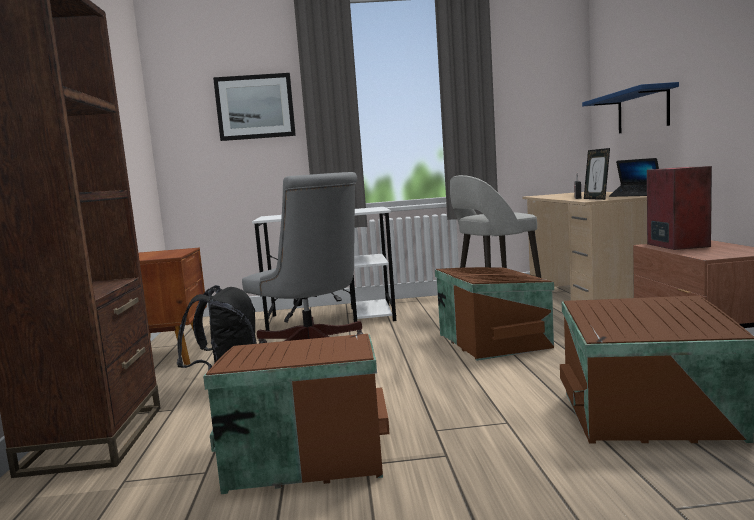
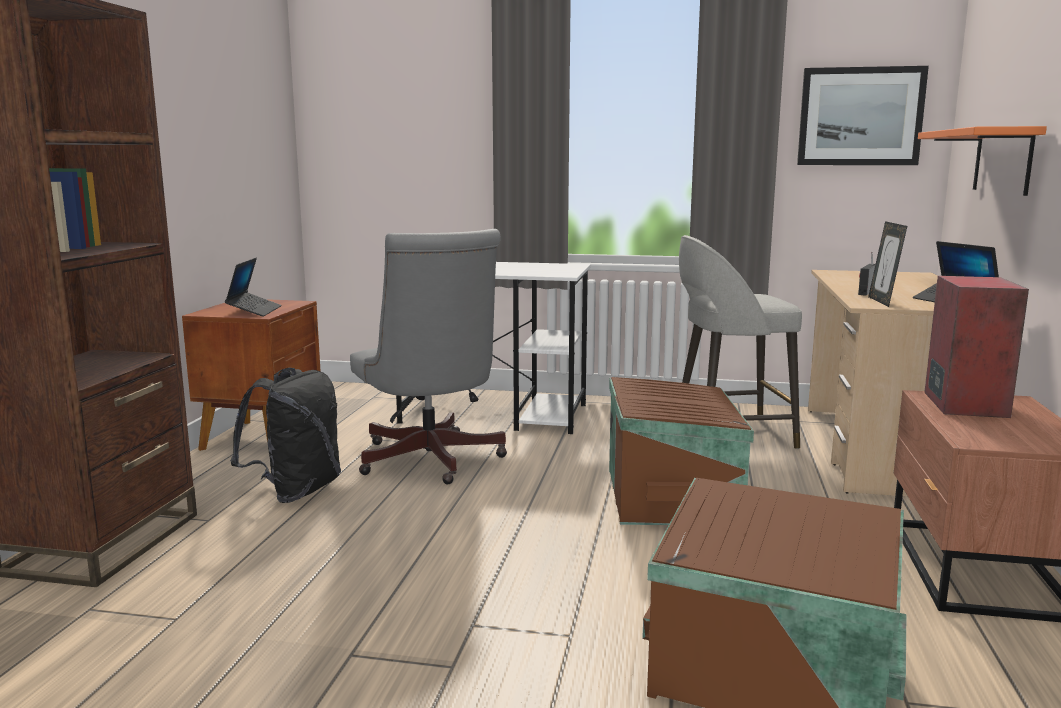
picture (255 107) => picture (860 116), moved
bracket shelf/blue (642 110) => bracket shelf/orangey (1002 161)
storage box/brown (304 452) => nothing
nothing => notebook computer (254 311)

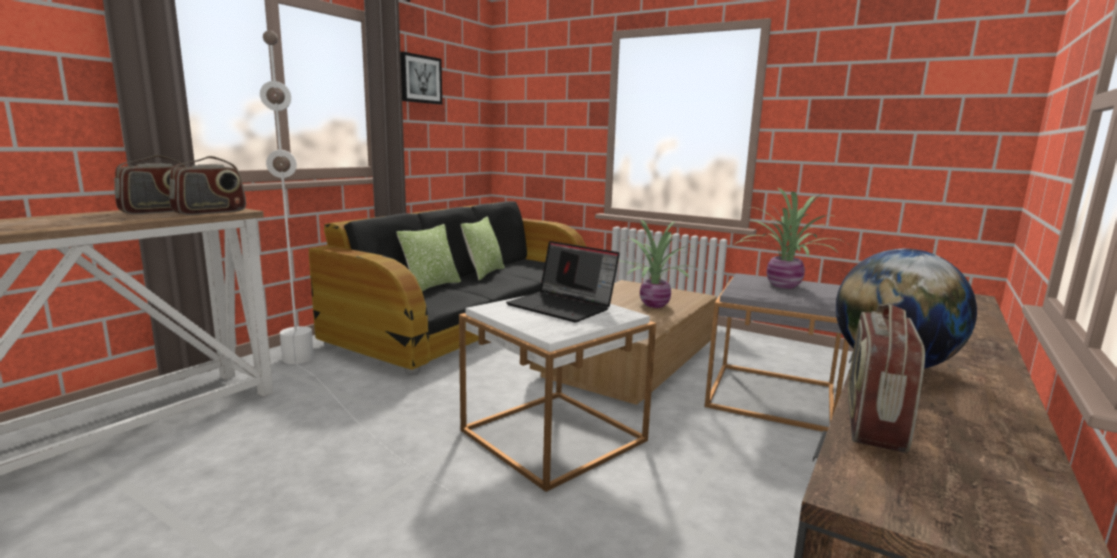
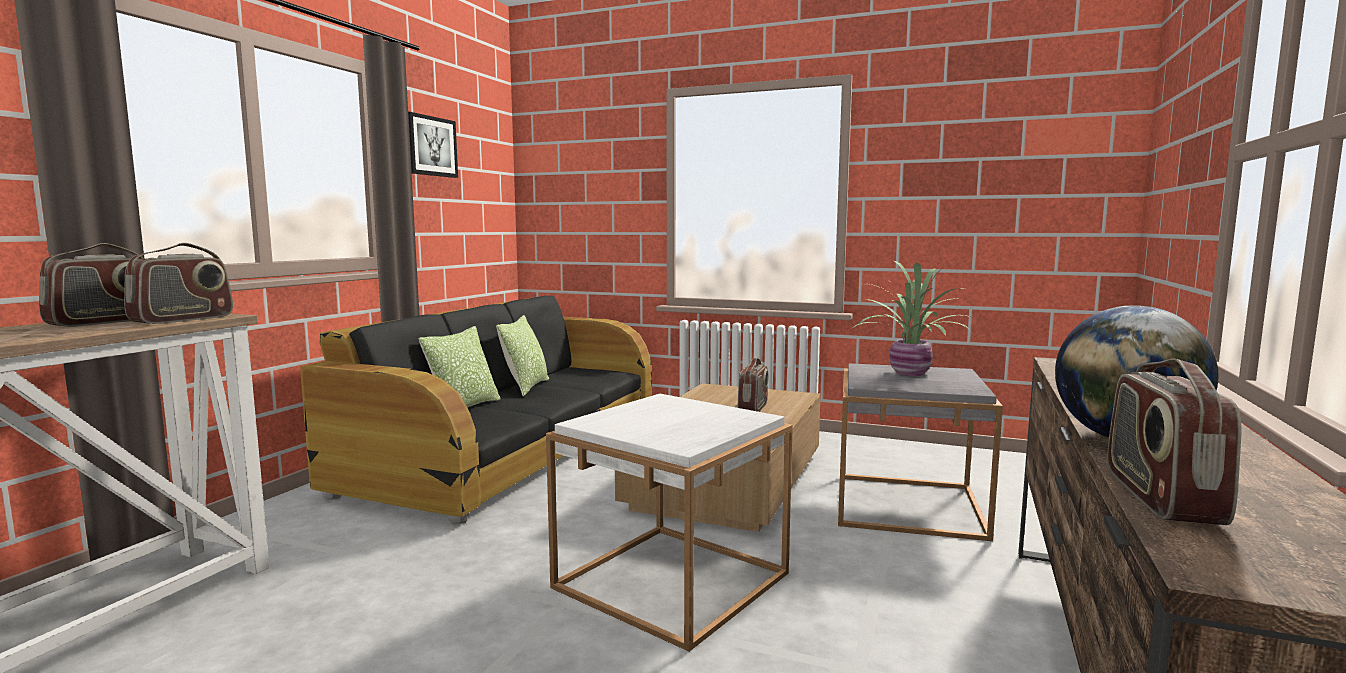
standing lamp/whitish (325 385) => nothing
potted plant (652 304) => radio (753 408)
notebook computer (563 306) => nothing

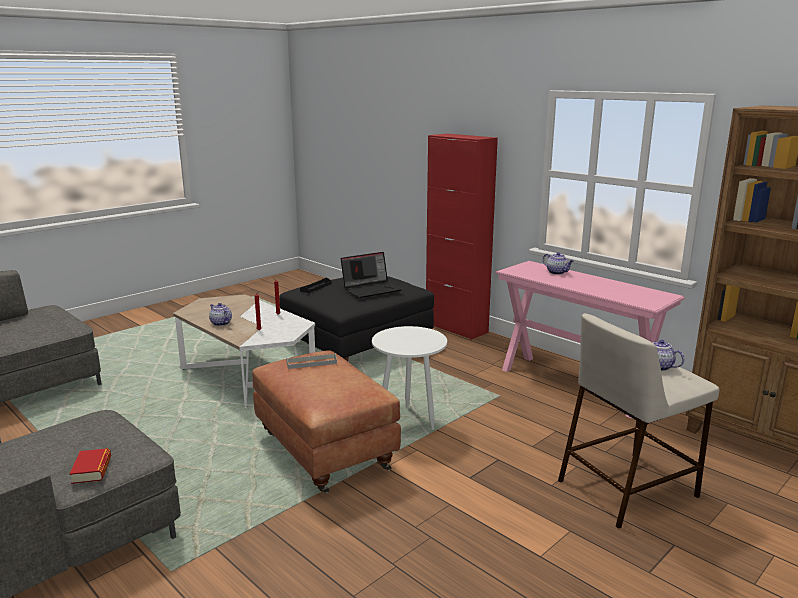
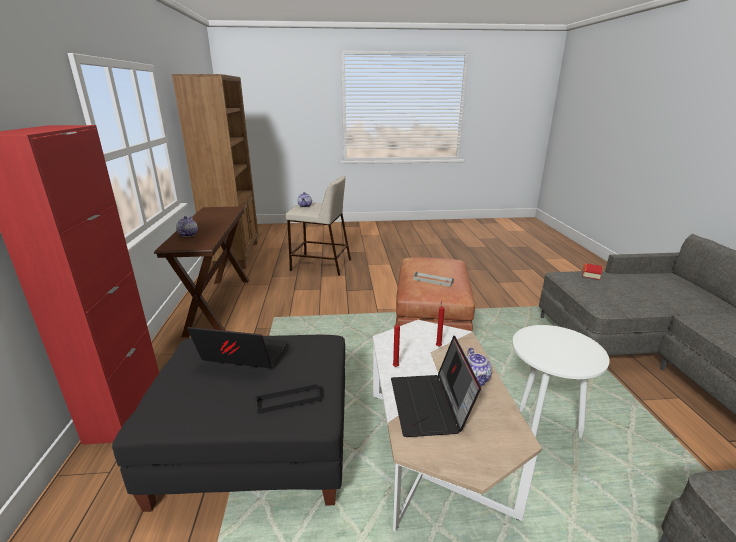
console table/pink (575 384) => console table/brown (219 305)
accent table/whitish (409 423) => accent table/whitish (540 432), moved
nothing => notebook computer (430 406)

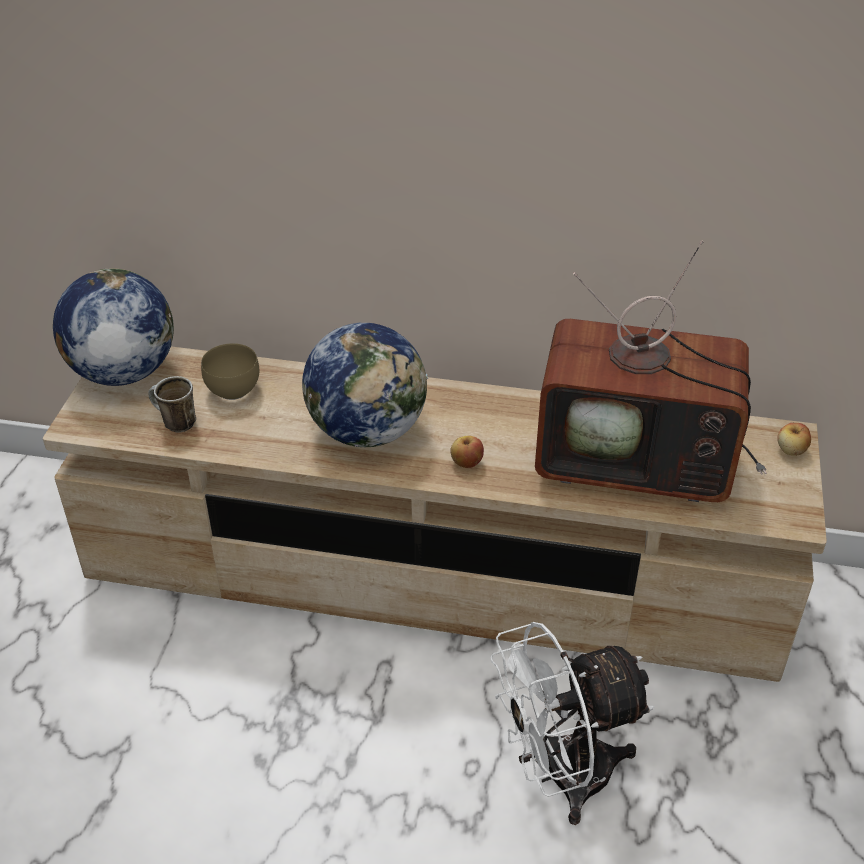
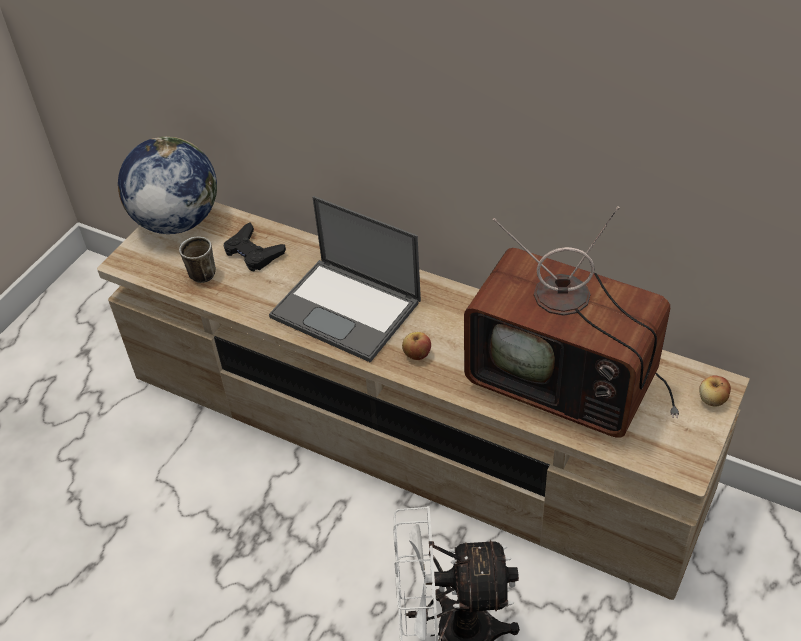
desk globe (368 430) => notebook computer (347 309)
bowl/brown (231 390) => joypad/black (253 252)

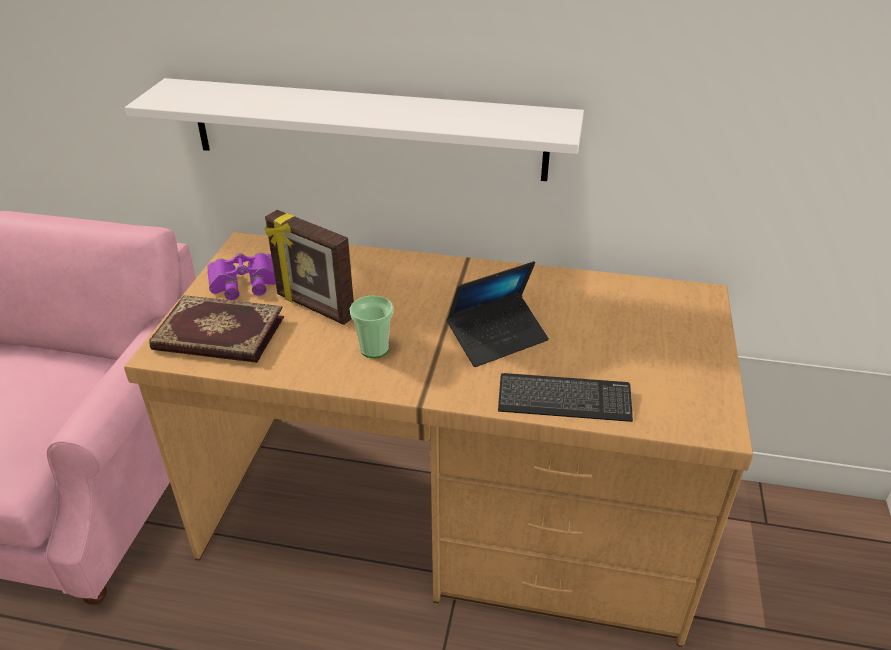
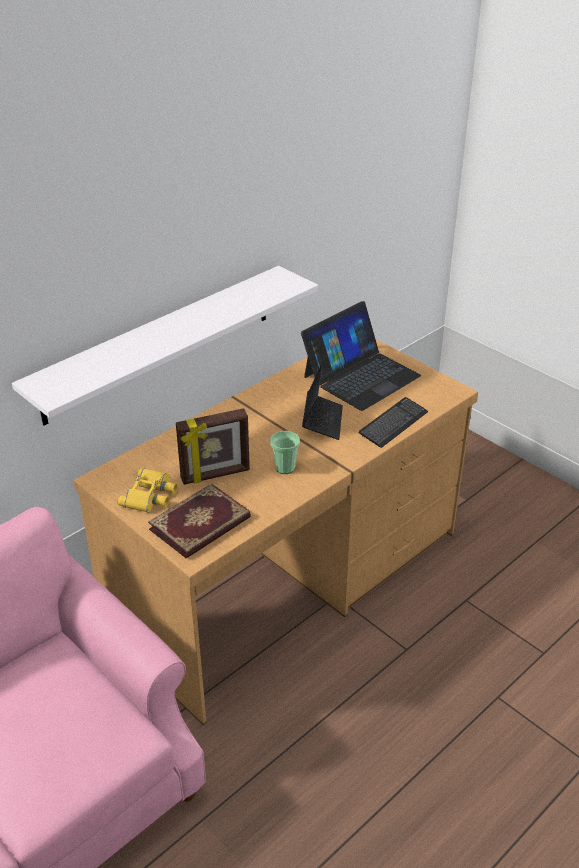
binoculars/purple (244 283) => binoculars/yellow-coloured (151 495)
nothing => notebook computer (361 376)

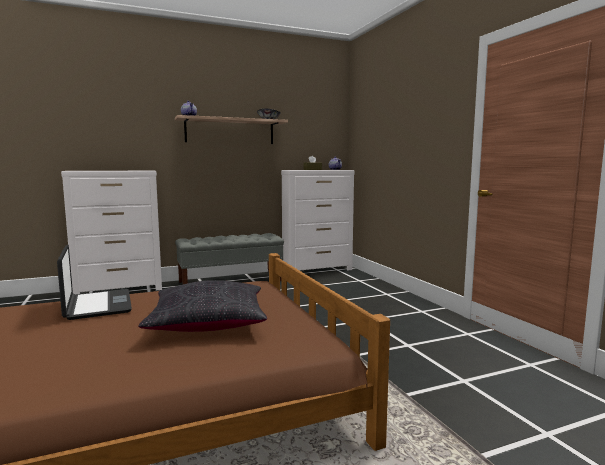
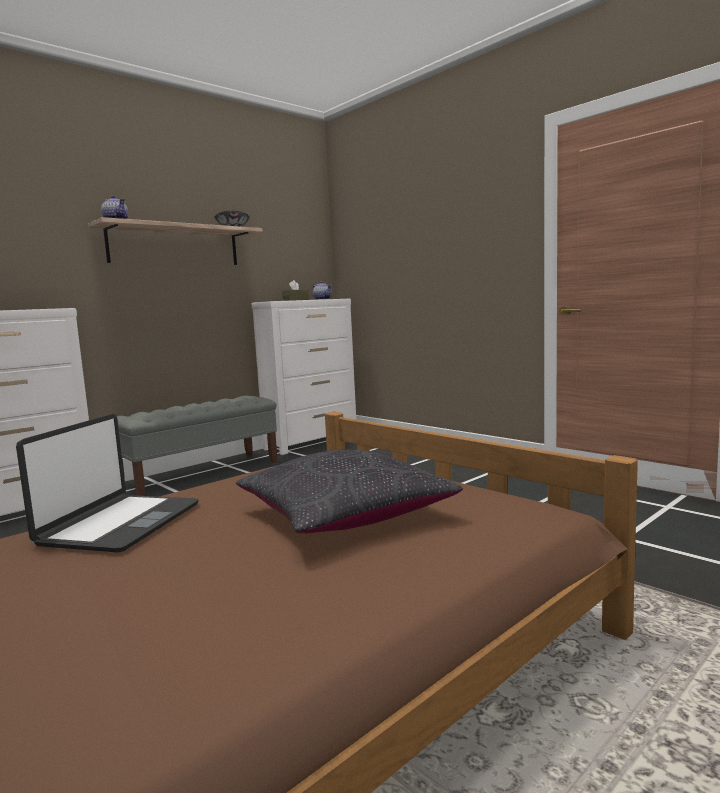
notebook computer (97 305) => notebook computer (120 524), 60 degrees clockwise

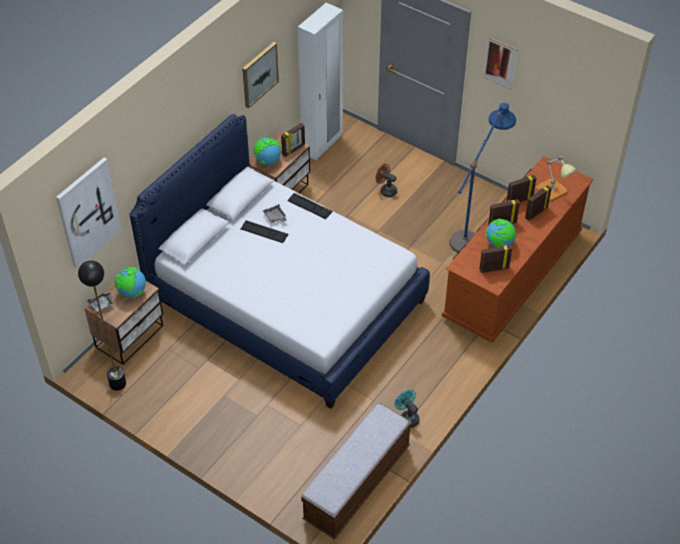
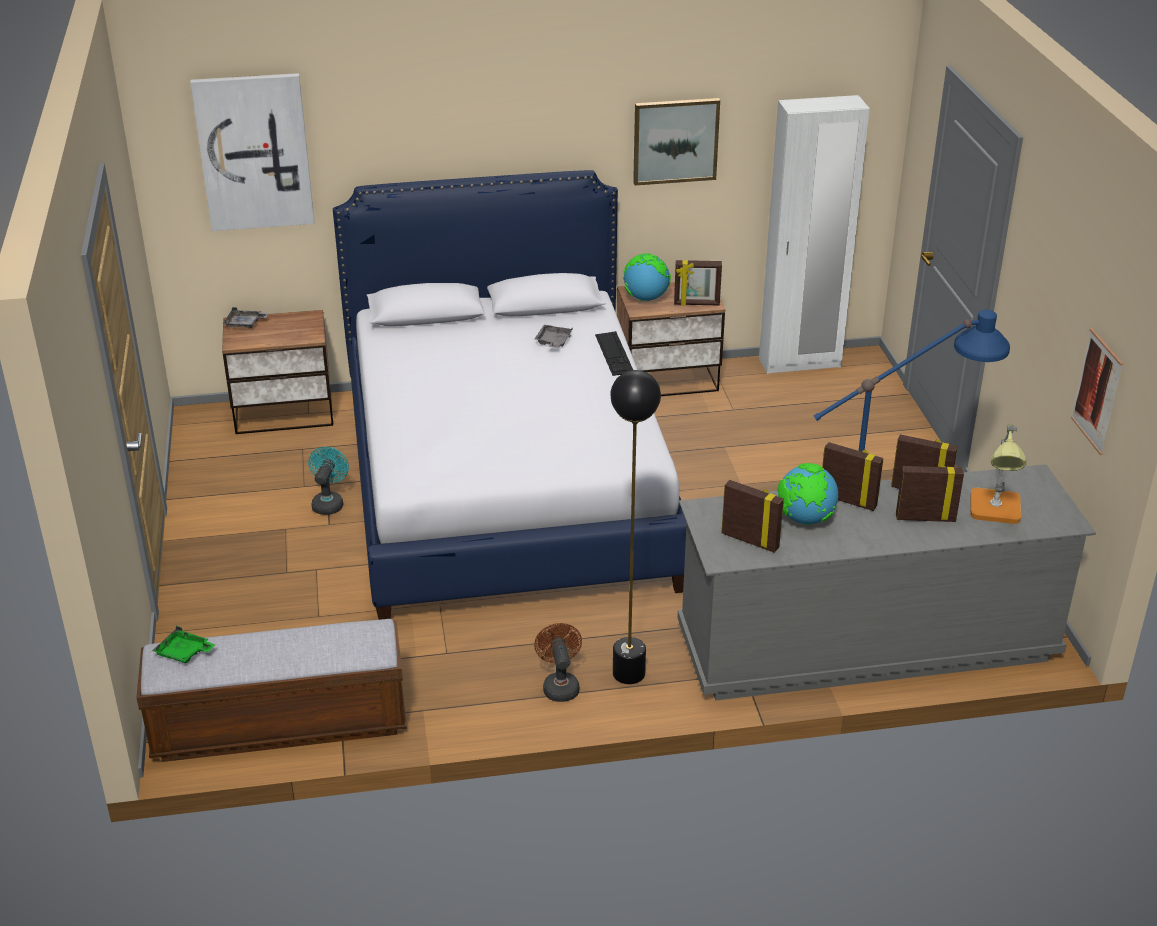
picture (500 63) => picture (1097 391), moved
drawer chest/brown (512 275) => drawer chest/grey (866 644)
cooling fan/brown (386 190) => cooling fan/brown (559 685), moved
keyboard (264 232) => nothing
standing lamp/black (118 383) => standing lamp/black (628 673), moved
desk globe (132 292) => nothing
cooling fan/turquoise-coloured (407 417) => cooling fan/turquoise-coloured (329 503), moved
nothing => serving tray/green-coloured (184 653)

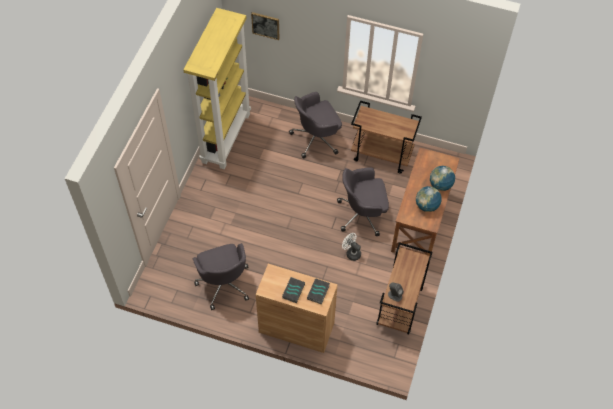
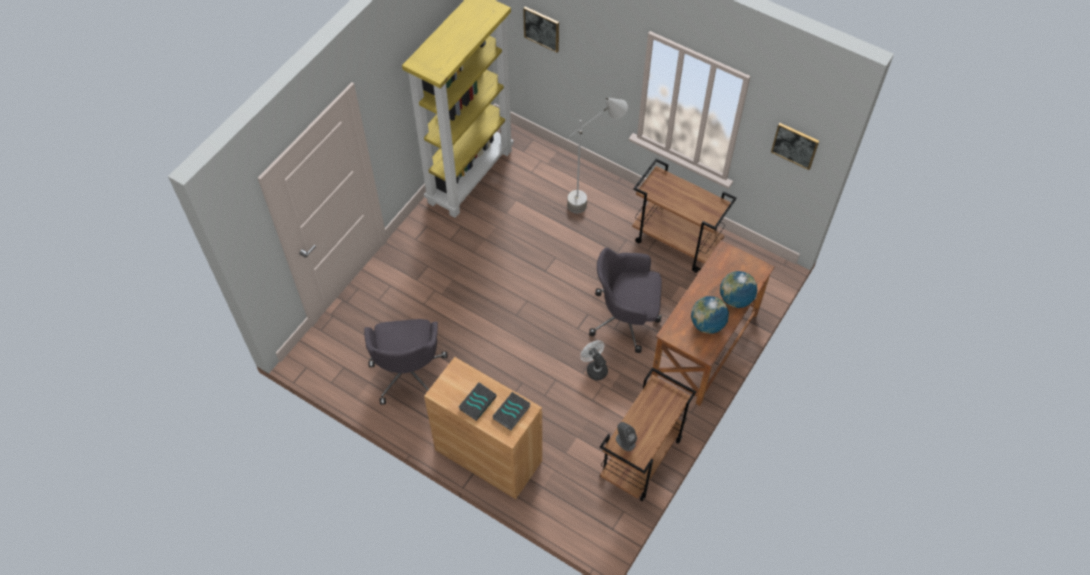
computer chair/grey (316 138) => standing lamp/grey (592 201)
nothing => picture (795 145)

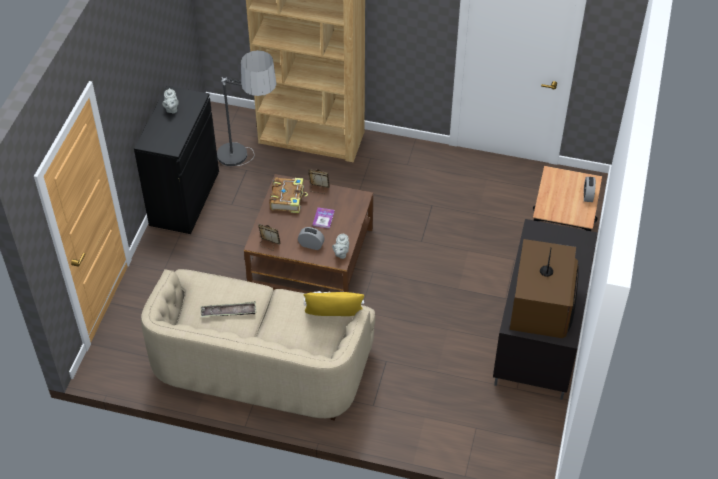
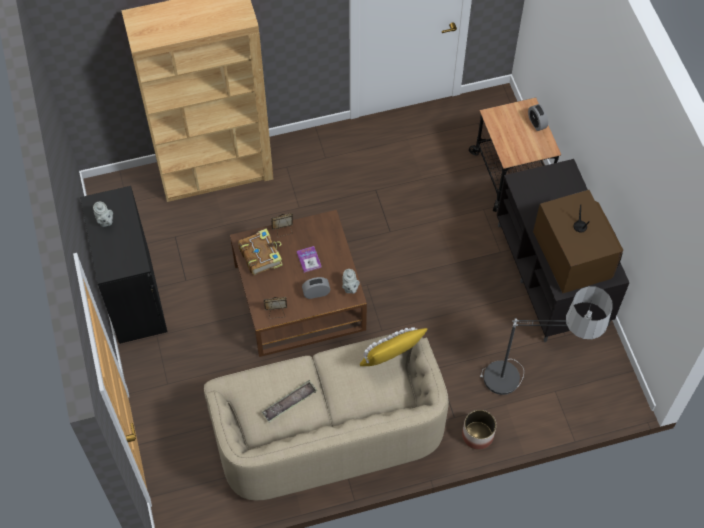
standing lamp (249 168) => standing lamp (530 384), moved
nothing => plant pot (477 435)

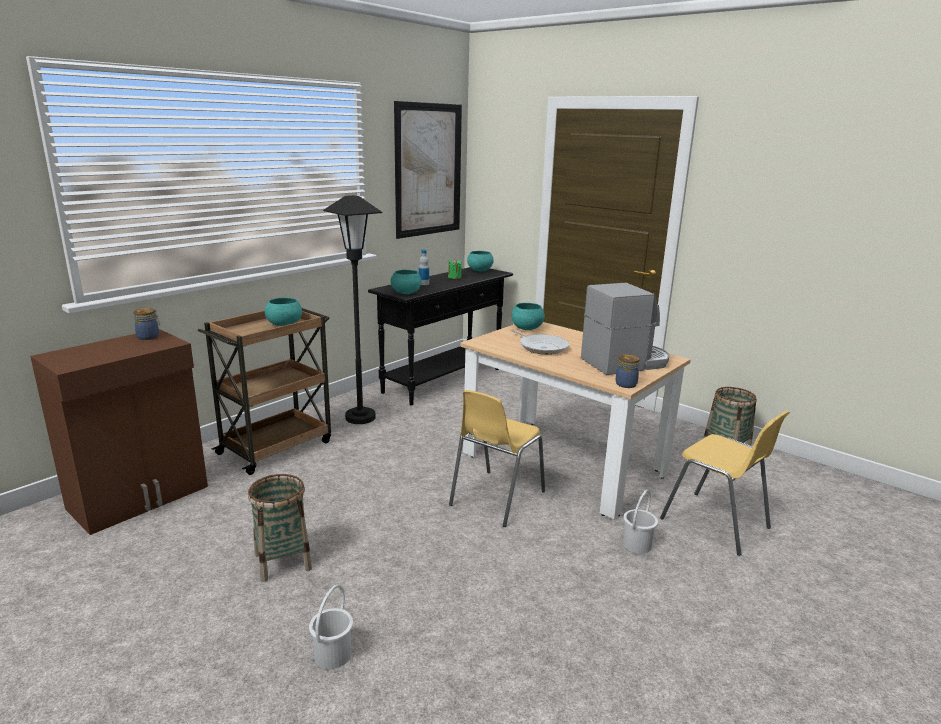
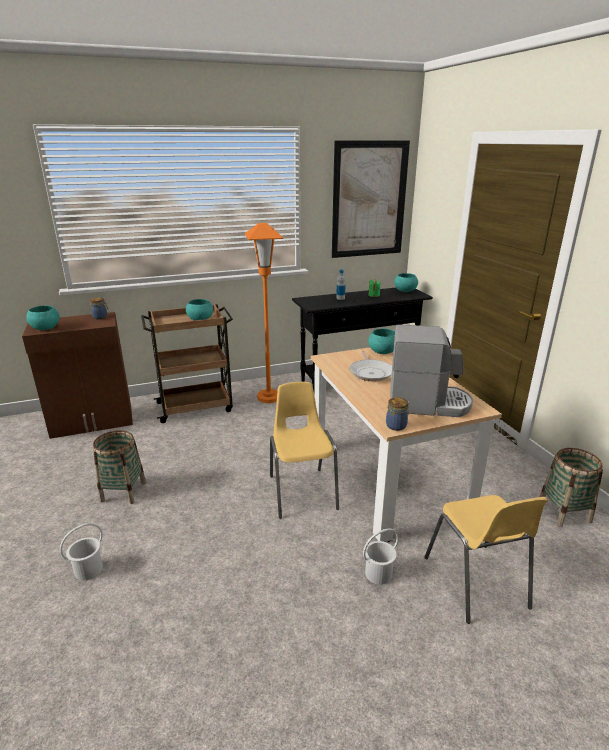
standing lamp/black (360 417) => standing lamp/orangey (269 397)
bowl/turquoise-coloured (406 293) => bowl/turquoise-coloured (45 328), moved
upright chair/yellow-coloured (495 498) => upright chair/yellow-coloured (302 491), 105 degrees clockwise

